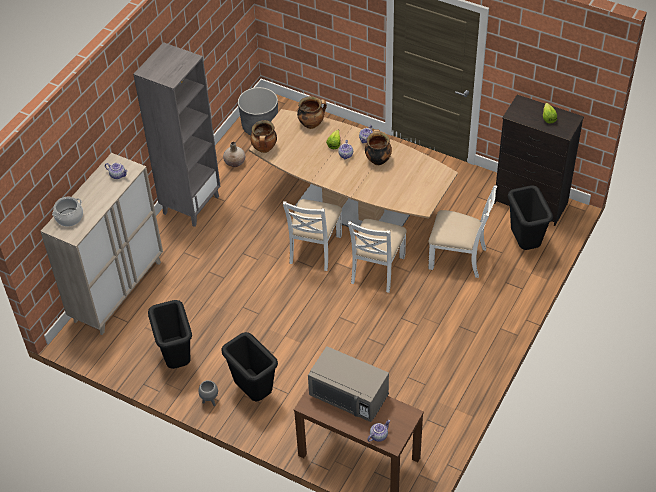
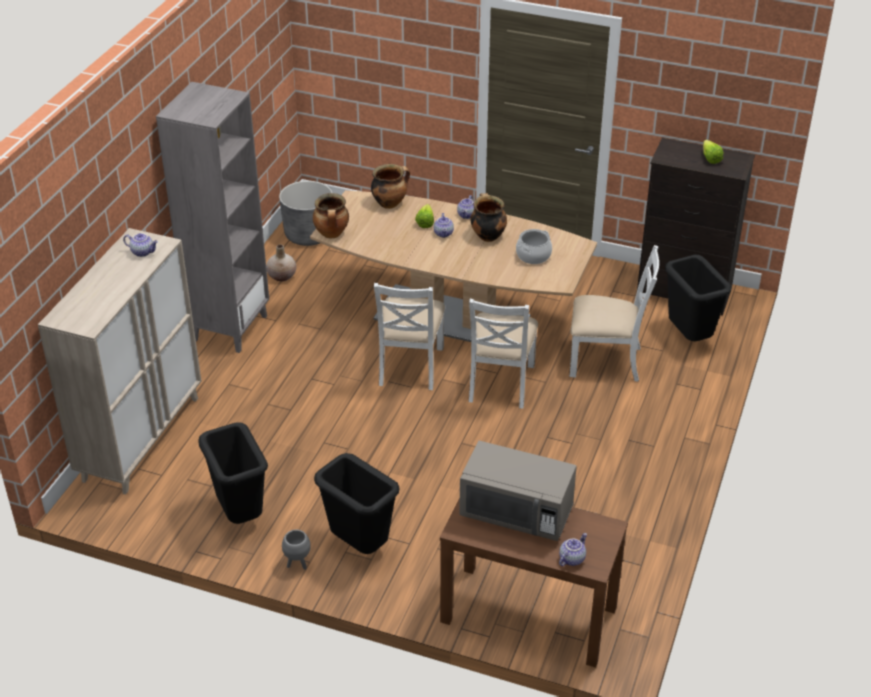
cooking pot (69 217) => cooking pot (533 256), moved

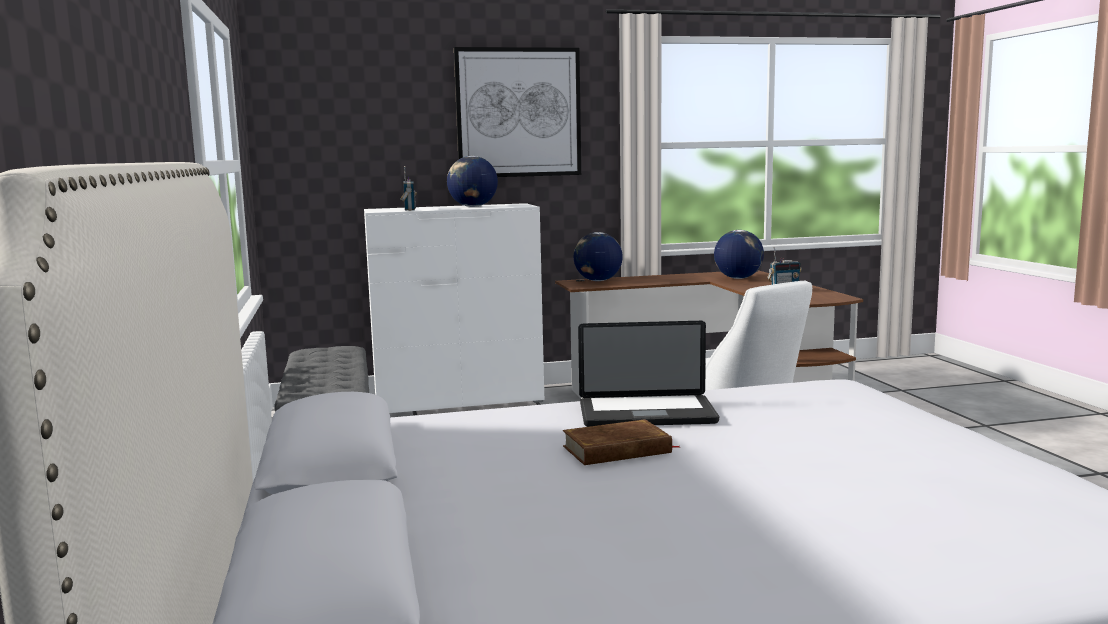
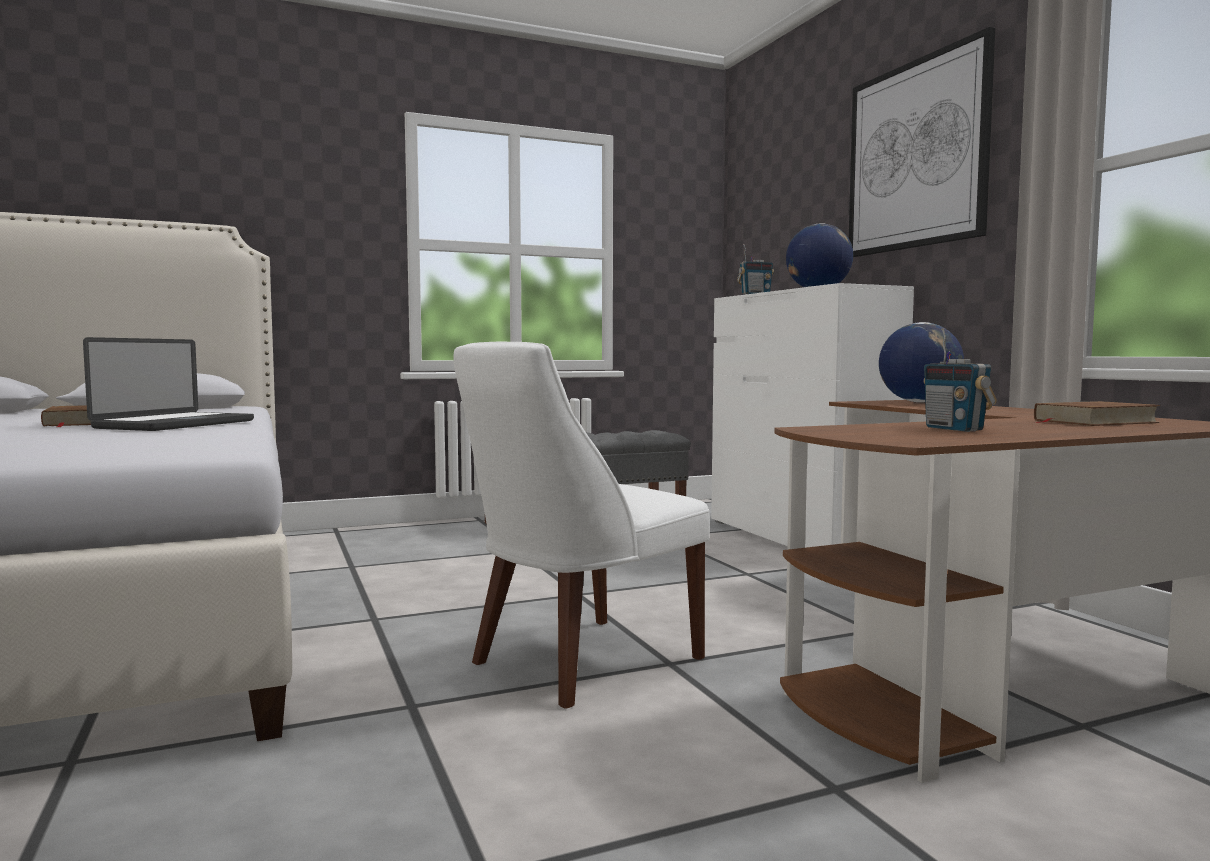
desk globe (738 278) => volume/brown (1094 421)
notebook computer (646 414) => notebook computer (176 424), 150 degrees counterclockwise

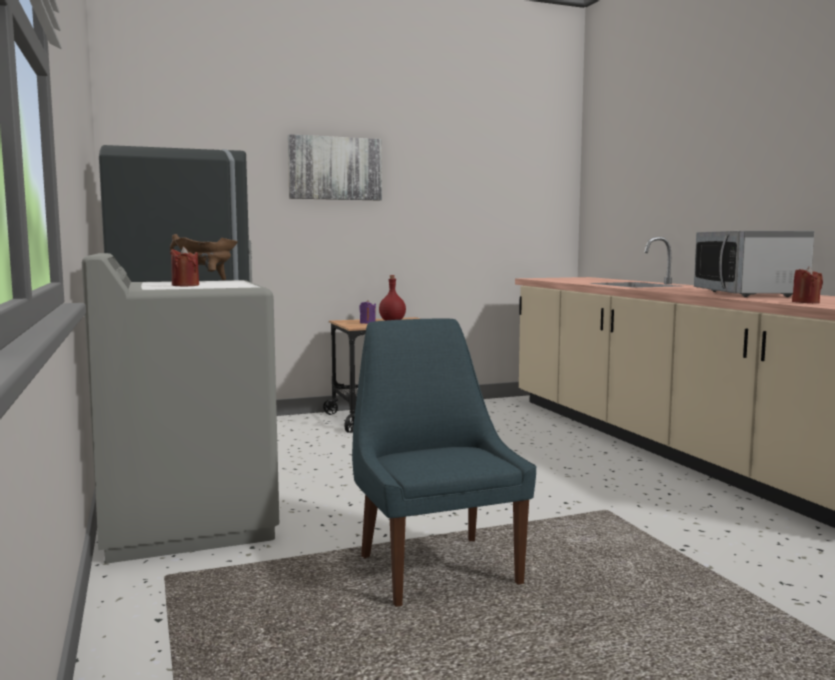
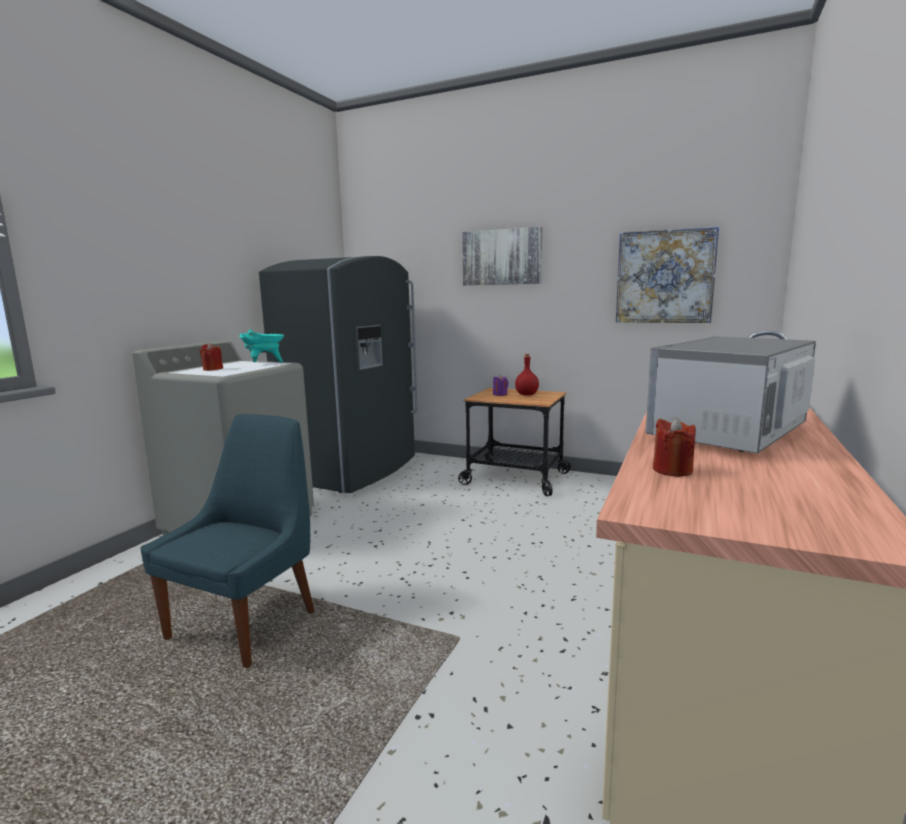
cooking pot/brown (207 281) => cooking pot/turquoise-coloured (264 363)
nothing => picture (665 277)

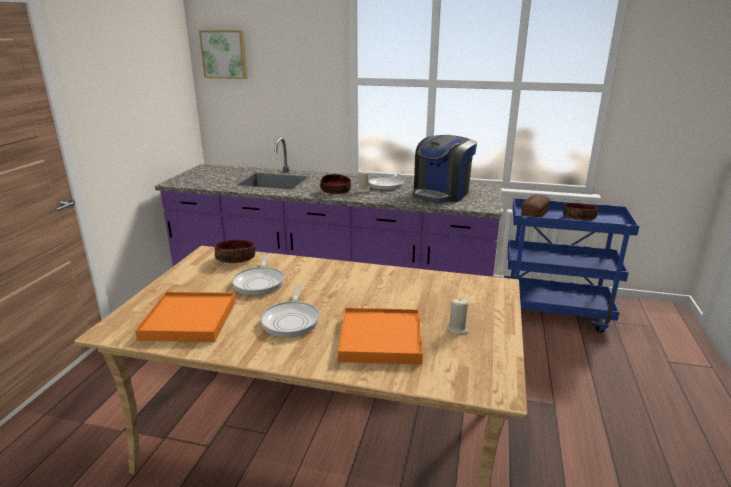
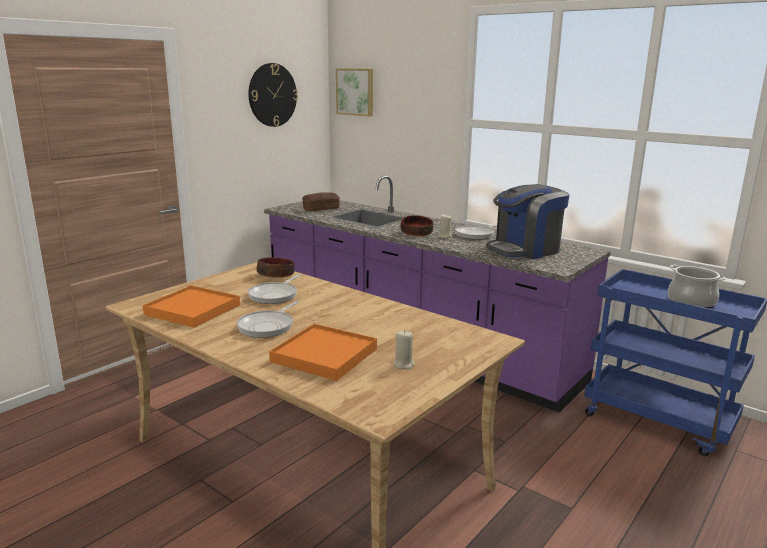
bakery bread (534 214) => bakery bread (321 209), moved
bowl (579 218) => cooking pot (691 302)
nothing => hanging clock (272 95)

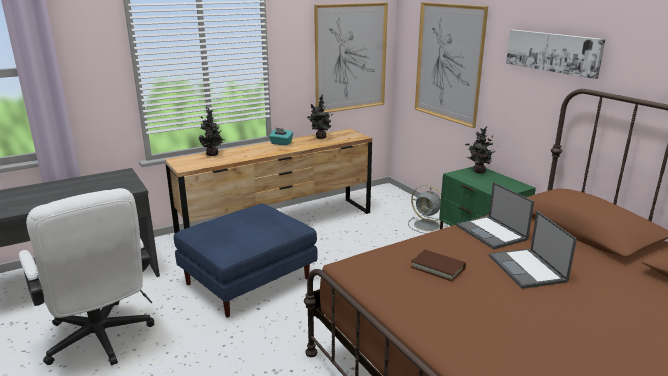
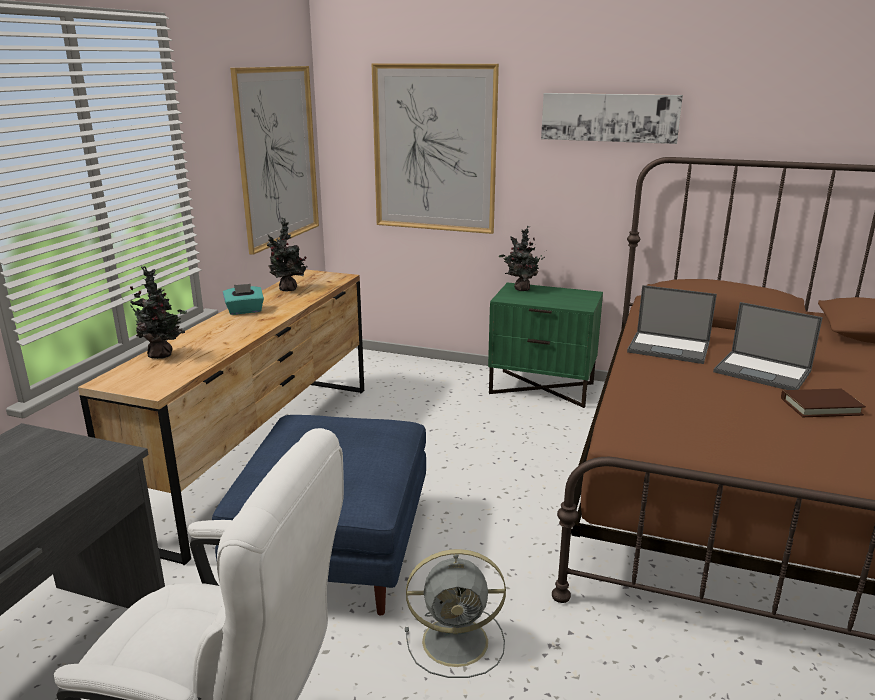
cooling fan/grey (428 225) => cooling fan/grey (458 641), moved
volume/brown (438 267) => volume/brown (820 406), moved

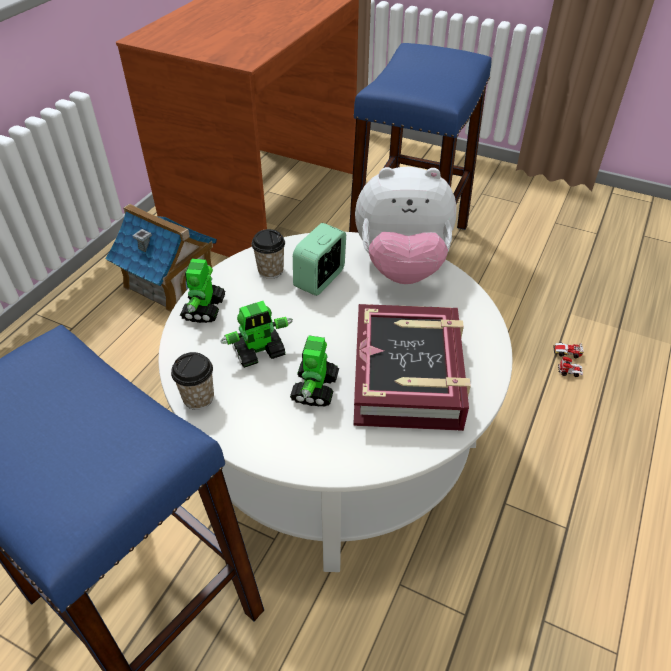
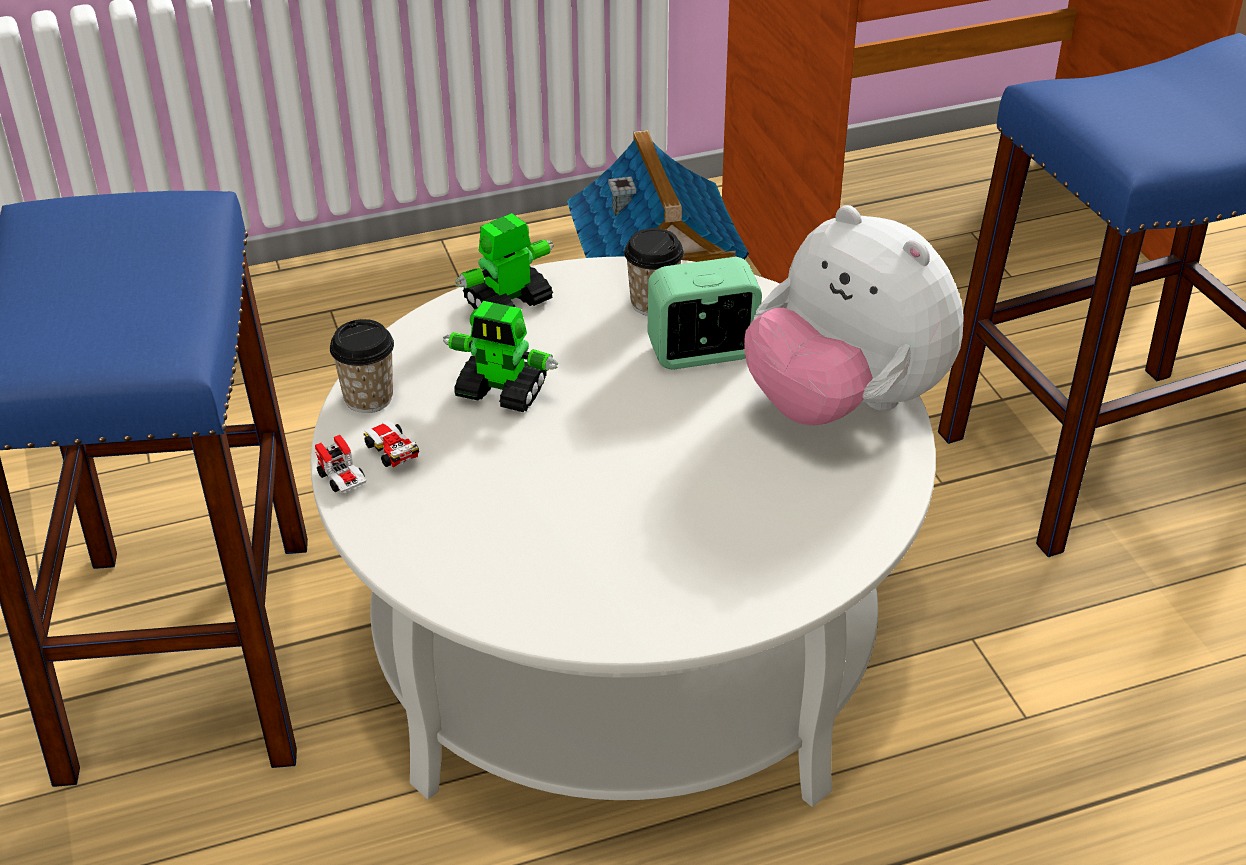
volume (408 376) => nothing
model robot (315 388) => nothing
model car (567 362) => model car (367 465), moved

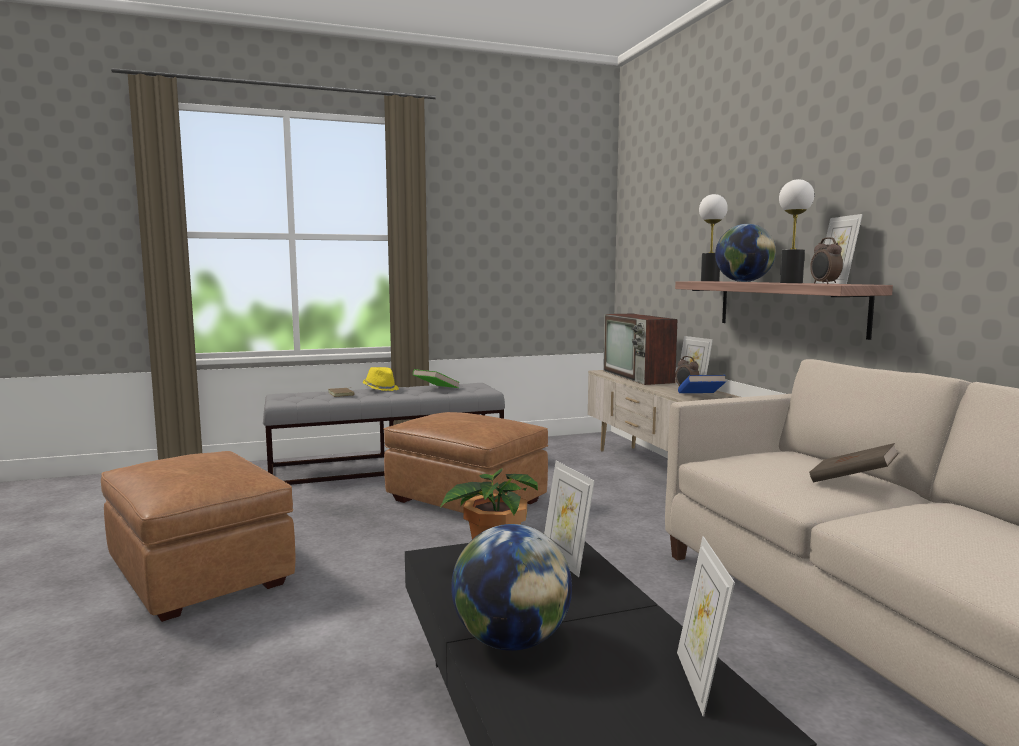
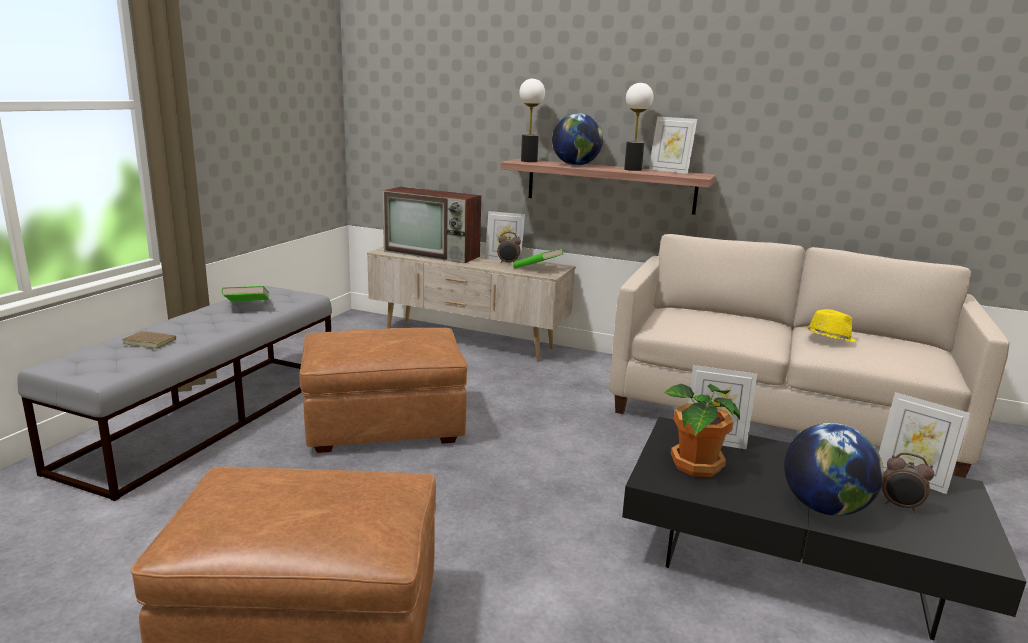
alarm clock (824 284) => alarm clock (900 506), moved
hat/yellow-coloured (381 389) => hat/yellow-coloured (828 339), moved
volume/blue (700 396) => volume/green-coloured (537 269)
volume/brown (852 482) => nothing

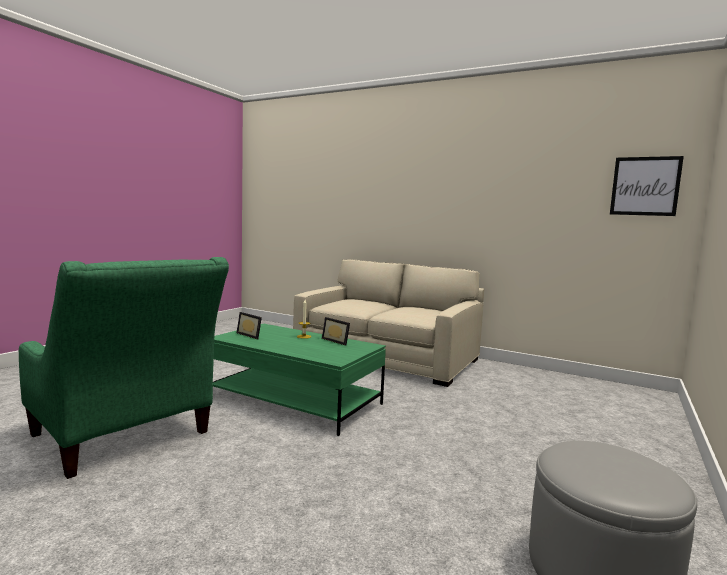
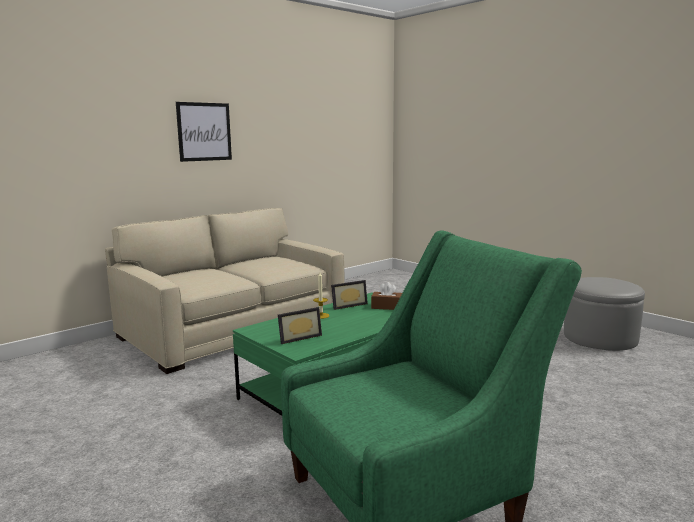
picture (645 186) => picture (204 132), moved
nothing => tissue holder/brown (387 307)

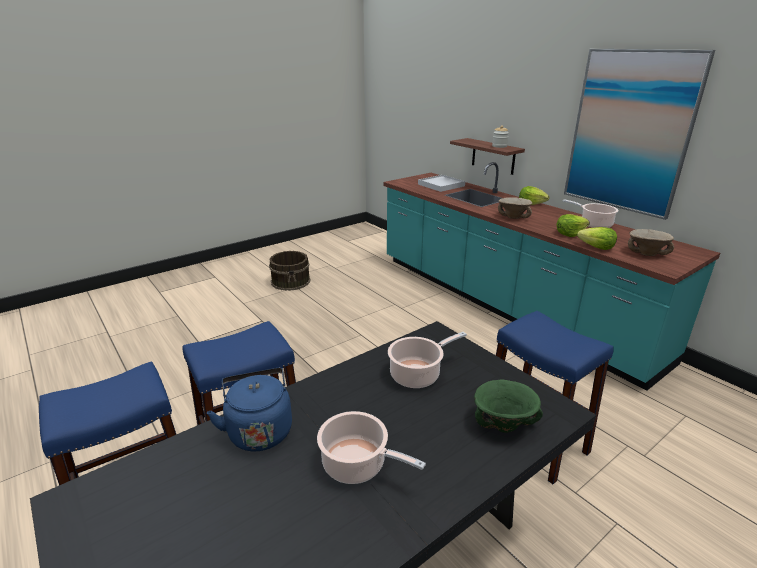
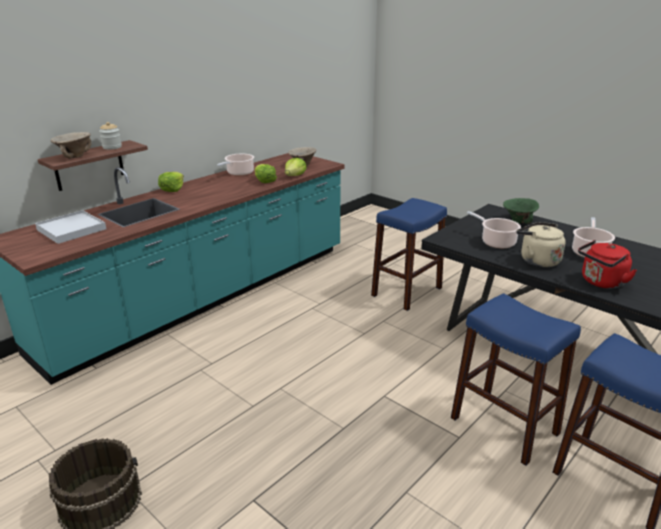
picture (629 132) => nothing
bowl/sand-coloured (513 217) => bowl/sand-coloured (74 156), moved
tea kettle/blue (259 430) => tea kettle/reddish (601 282)
nothing => tea kettle/sand-coloured (537 260)

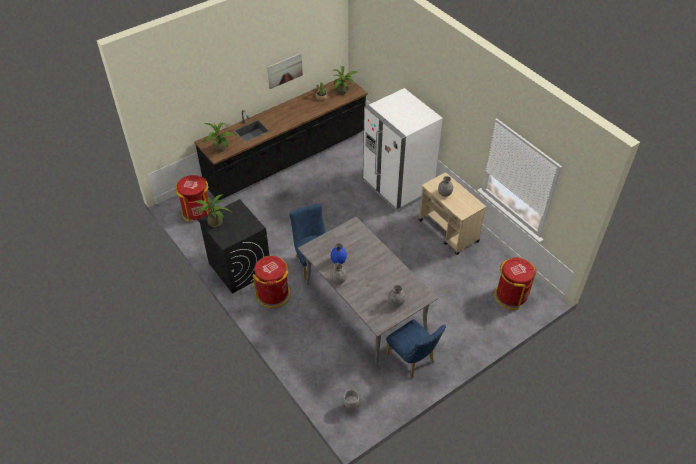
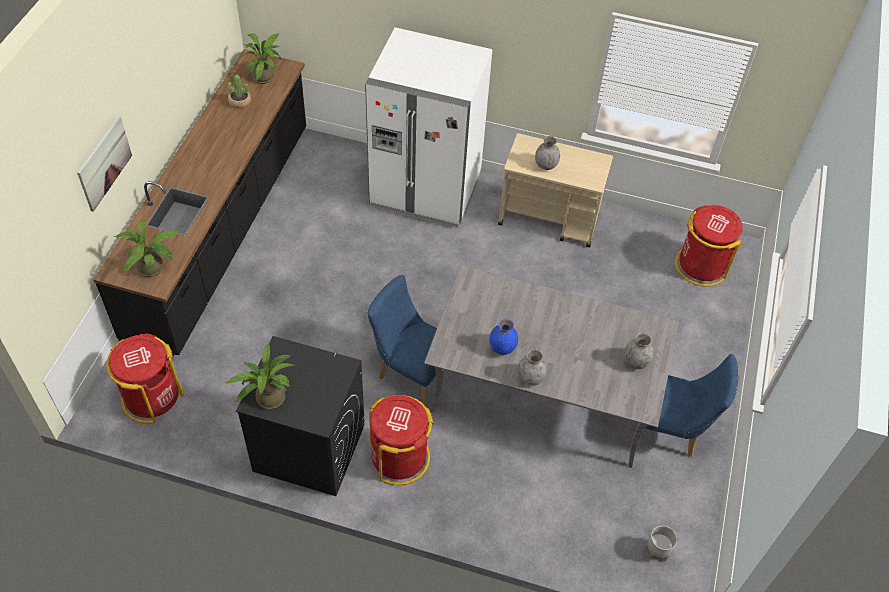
picture (285 70) => picture (104 163), moved

